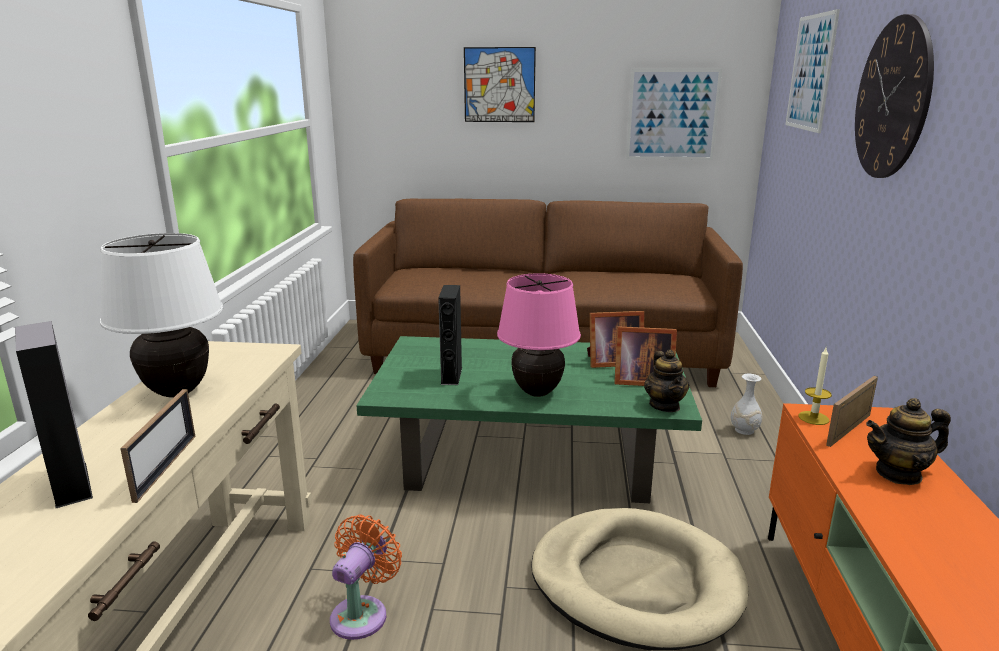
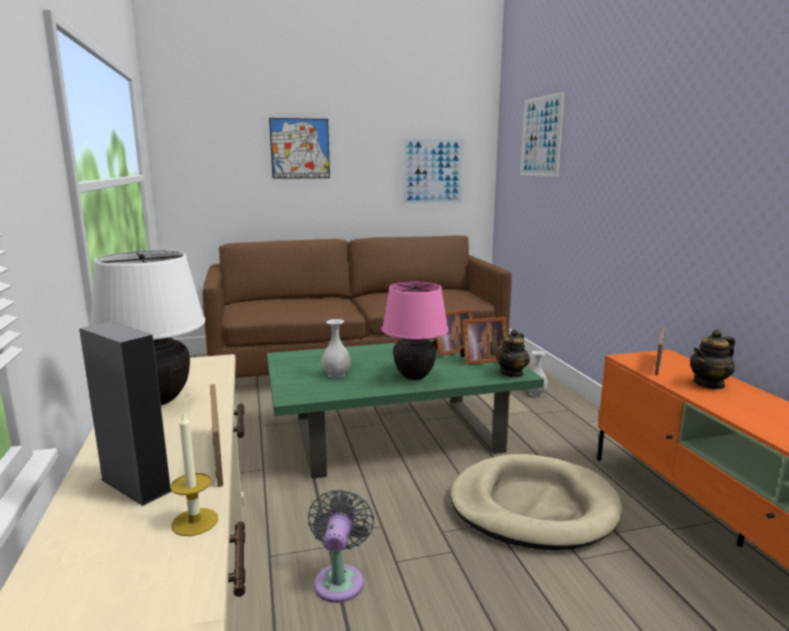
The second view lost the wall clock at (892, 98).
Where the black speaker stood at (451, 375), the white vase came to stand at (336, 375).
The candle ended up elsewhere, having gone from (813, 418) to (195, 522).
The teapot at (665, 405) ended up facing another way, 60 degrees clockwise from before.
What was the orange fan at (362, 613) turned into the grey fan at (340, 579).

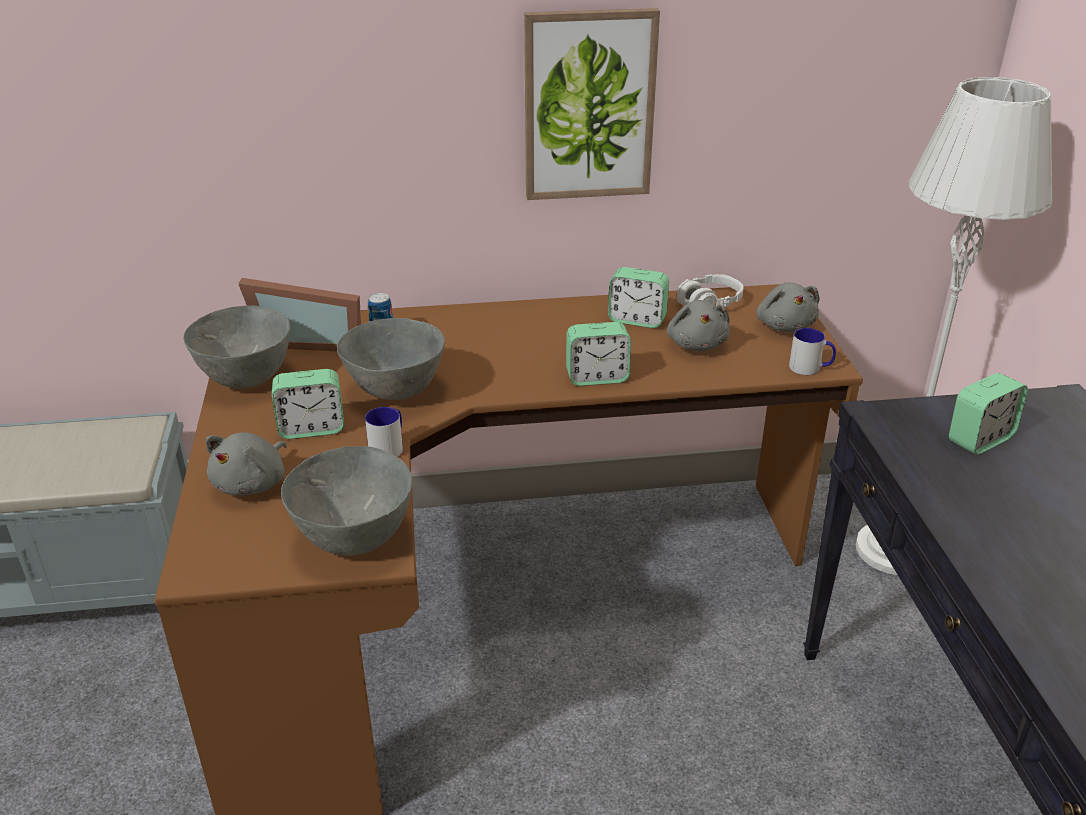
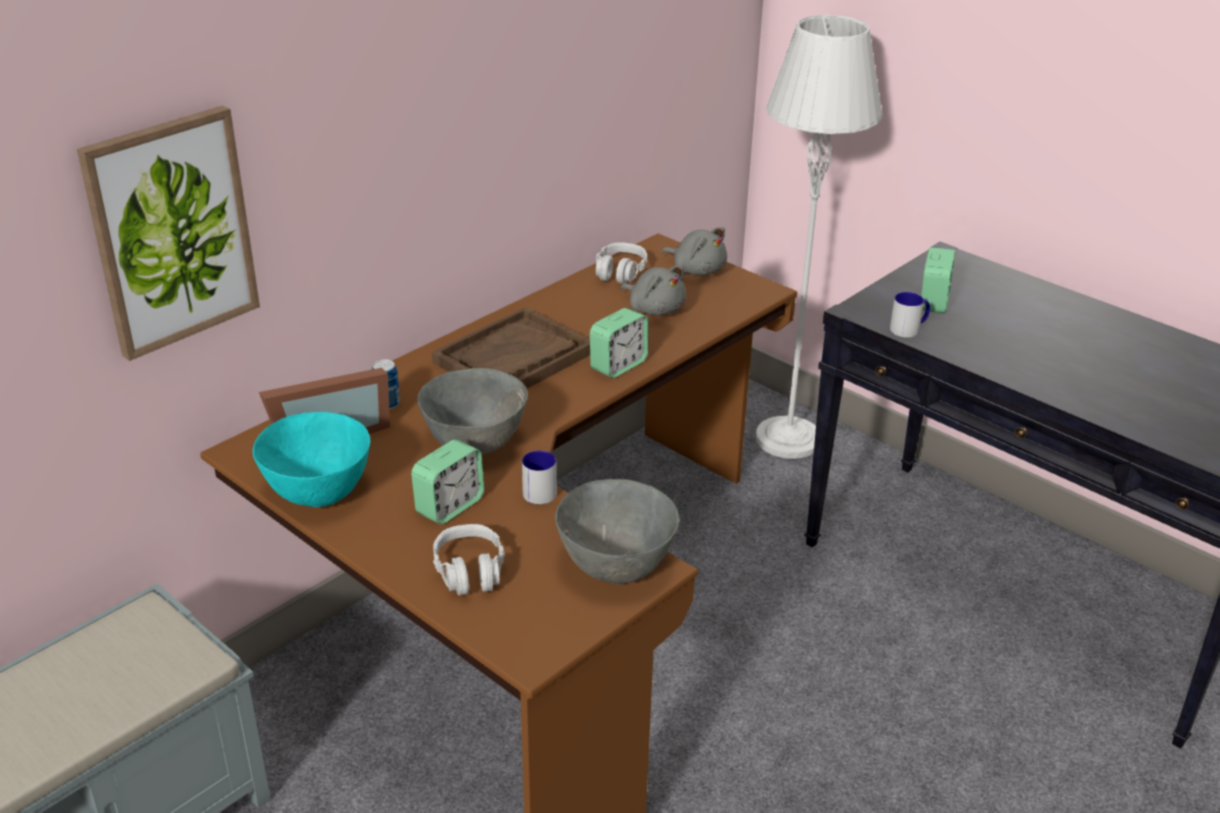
The picture ended up elsewhere, having gone from (588, 105) to (171, 232).
The second view lost the alarm clock at (637, 320).
What was the grey bowl at (247, 379) turned into the turquoise bowl at (320, 494).
The mug ended up elsewhere, having gone from (810, 368) to (909, 329).
Where the grey plush toy stood at (253, 483), the grey headphones came to stand at (470, 571).
The second view gained the brown tray at (514, 358).

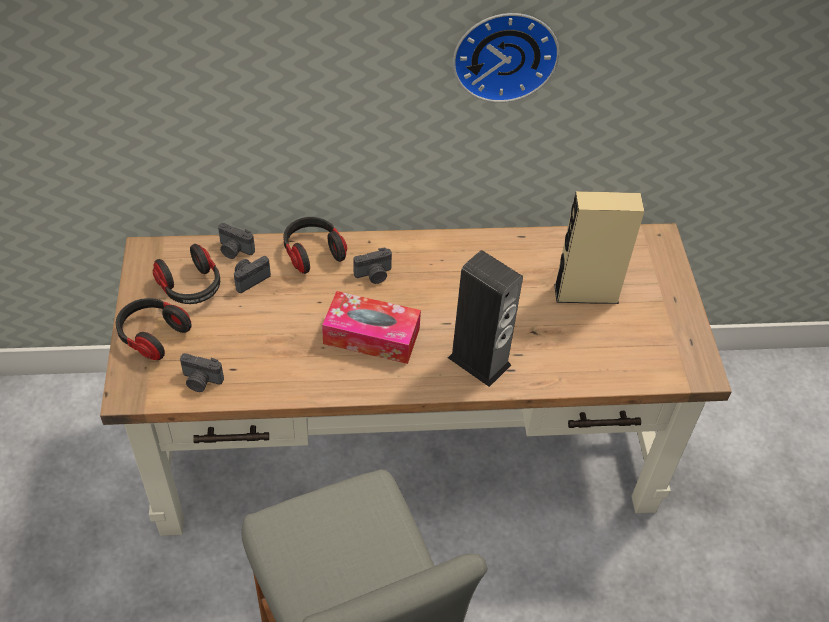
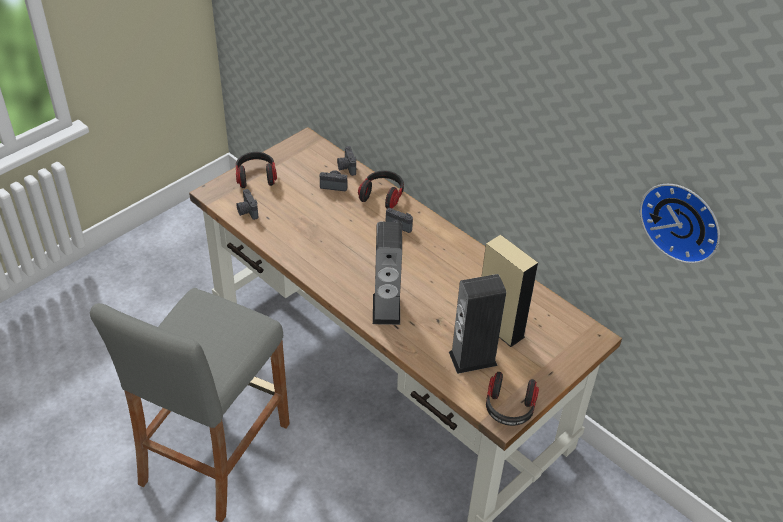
The wall clock ended up elsewhere, having gone from (504, 53) to (683, 220).
The headphones ended up elsewhere, having gone from (191, 287) to (509, 408).
The second view lost the tissue box at (371, 336).
The second view gained the speaker at (472, 358).

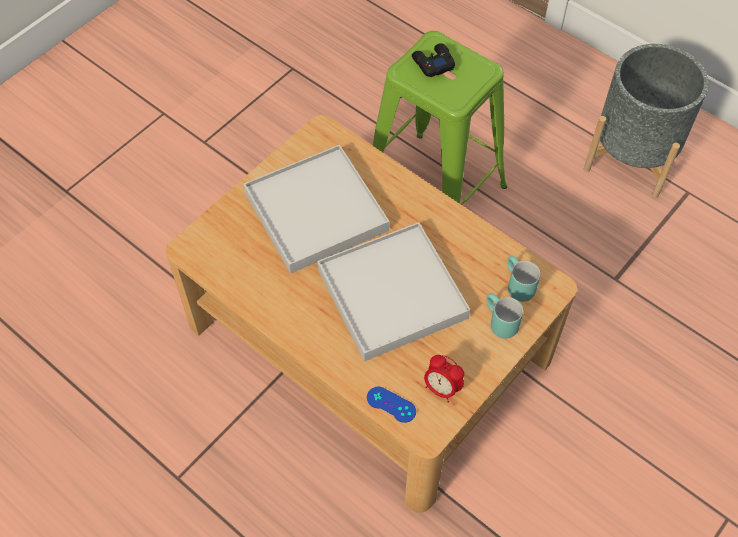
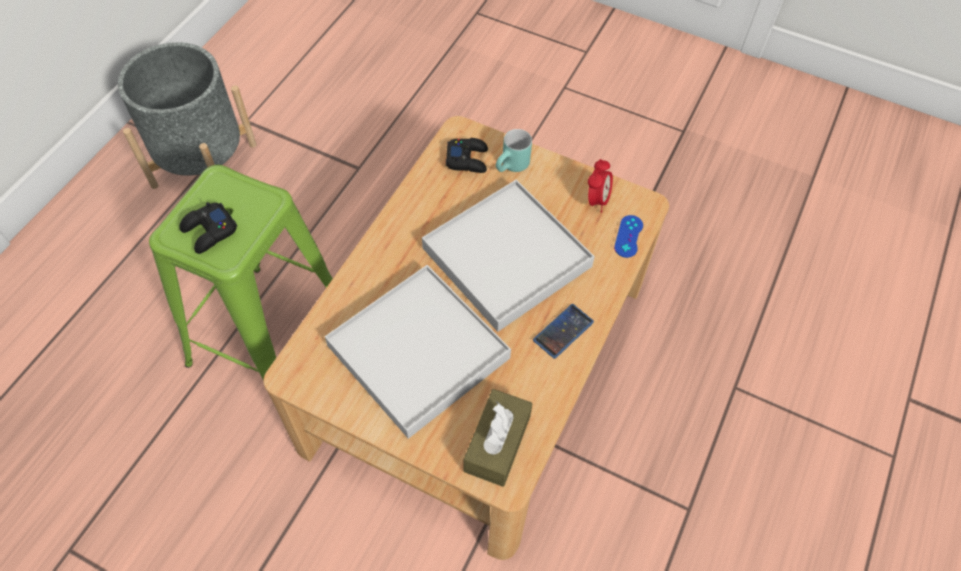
Where the turquoise mug stood at (516, 286), the black game controller came to stand at (467, 159).
The second view gained the phone at (563, 331).
The second view gained the brown tissue box at (497, 443).

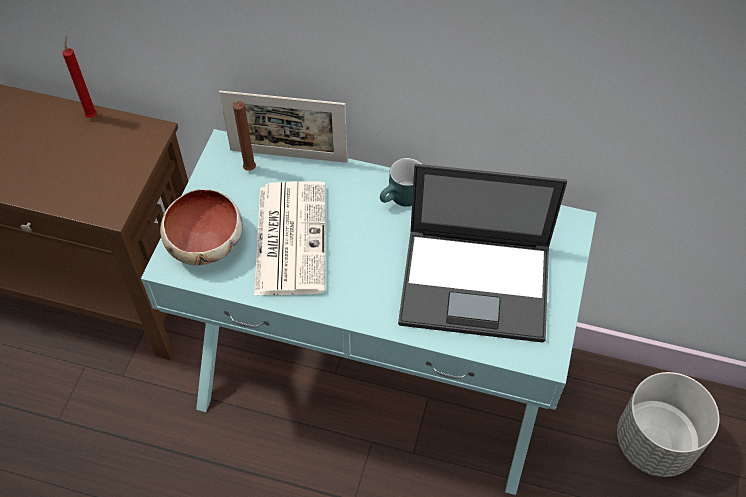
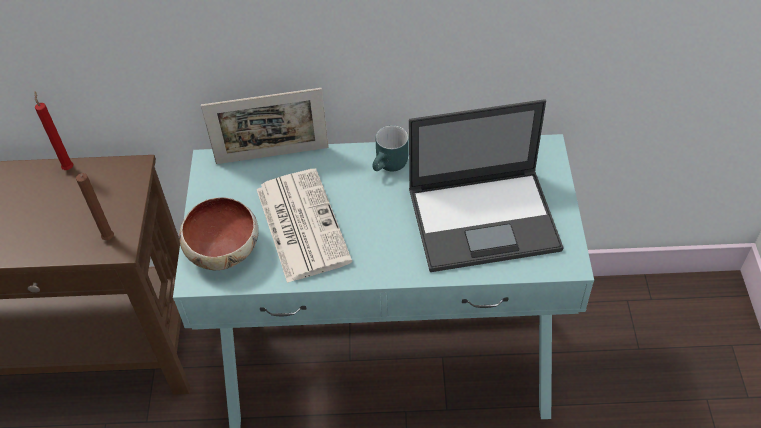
The brown candle ended up elsewhere, having gone from (250, 170) to (109, 240).
The second view lost the grey planter at (655, 443).

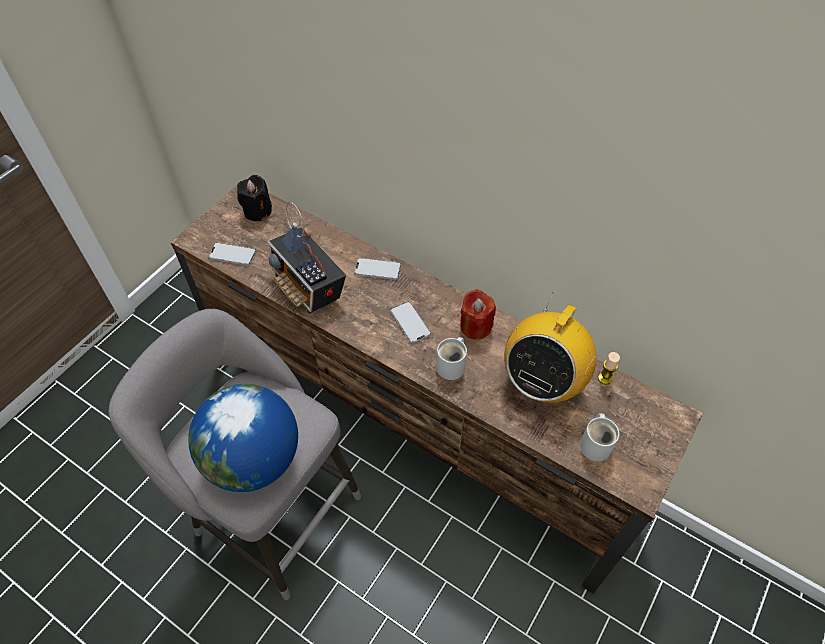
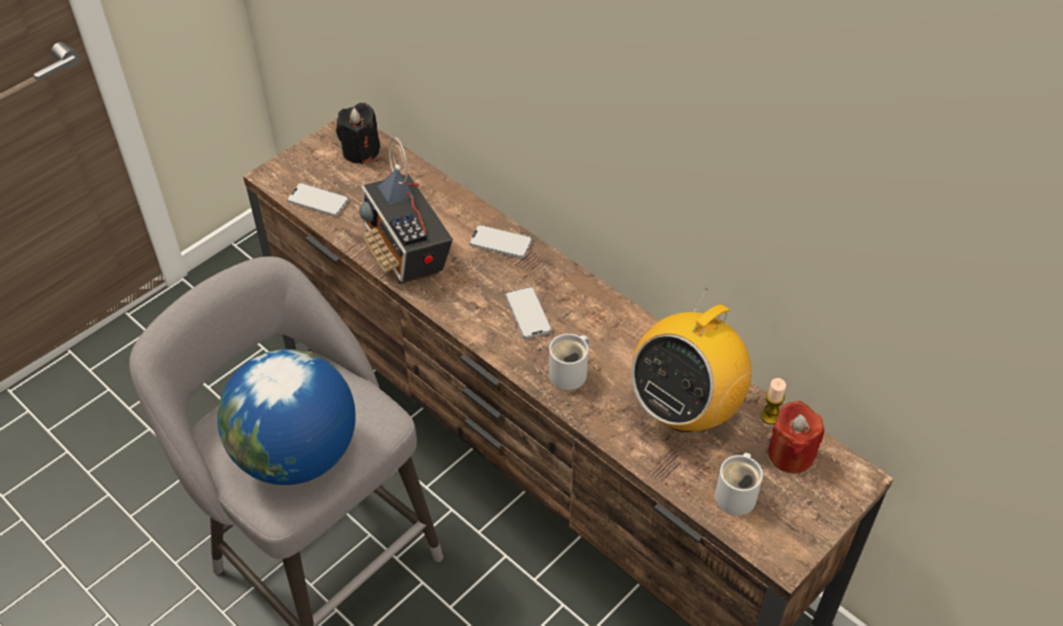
The red candle ended up elsewhere, having gone from (475, 326) to (790, 454).

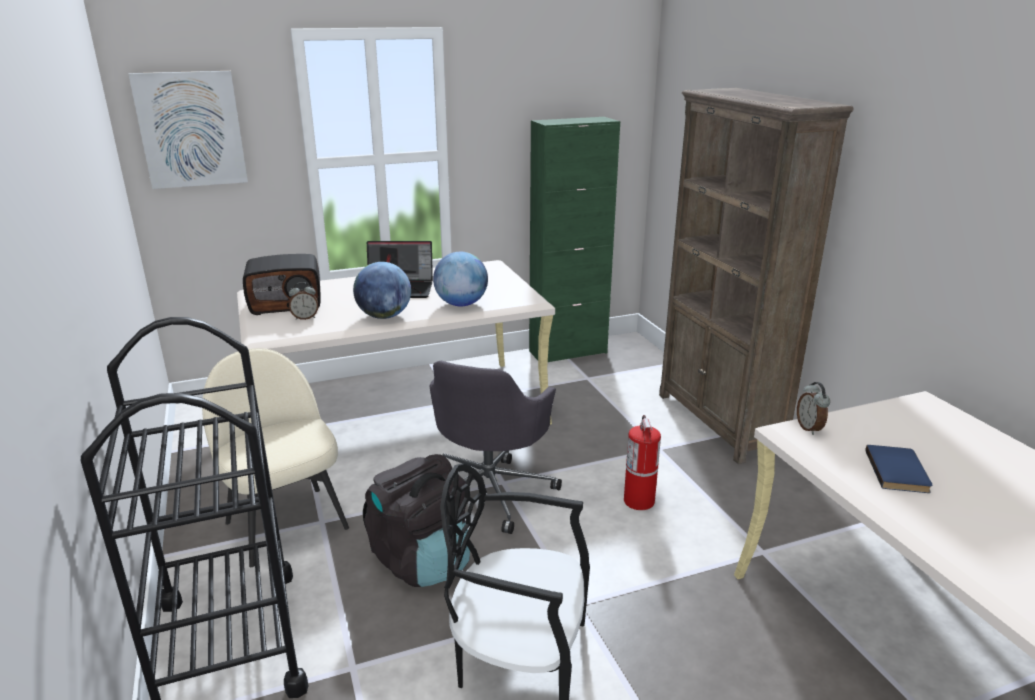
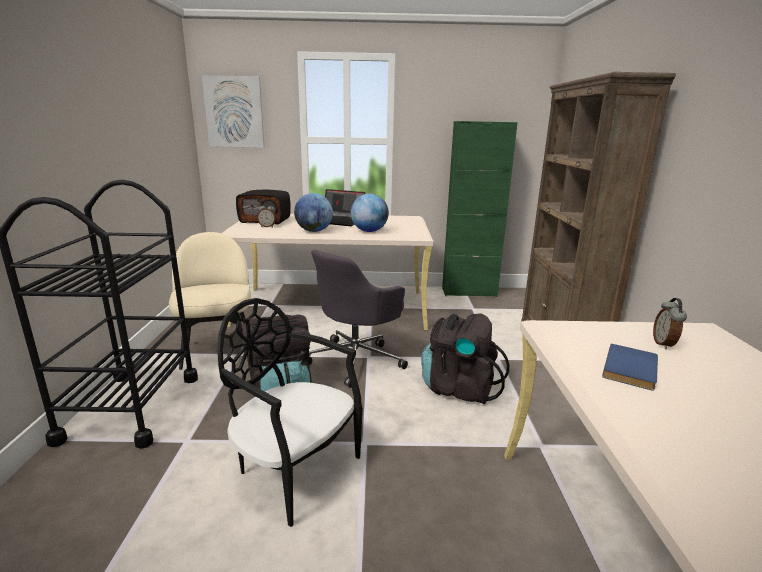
The alarm clock ended up elsewhere, having gone from (809, 428) to (664, 344).
Where the fire extinguisher stood at (639, 501), the black backpack came to stand at (459, 388).

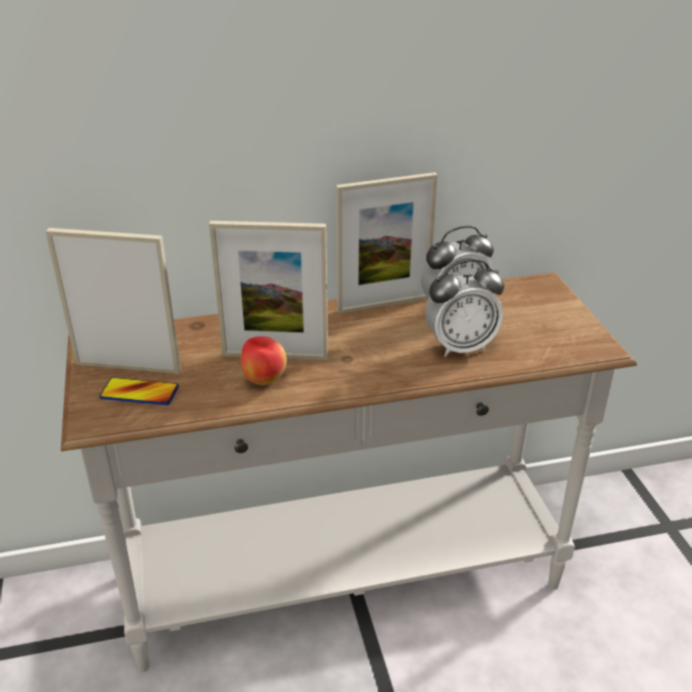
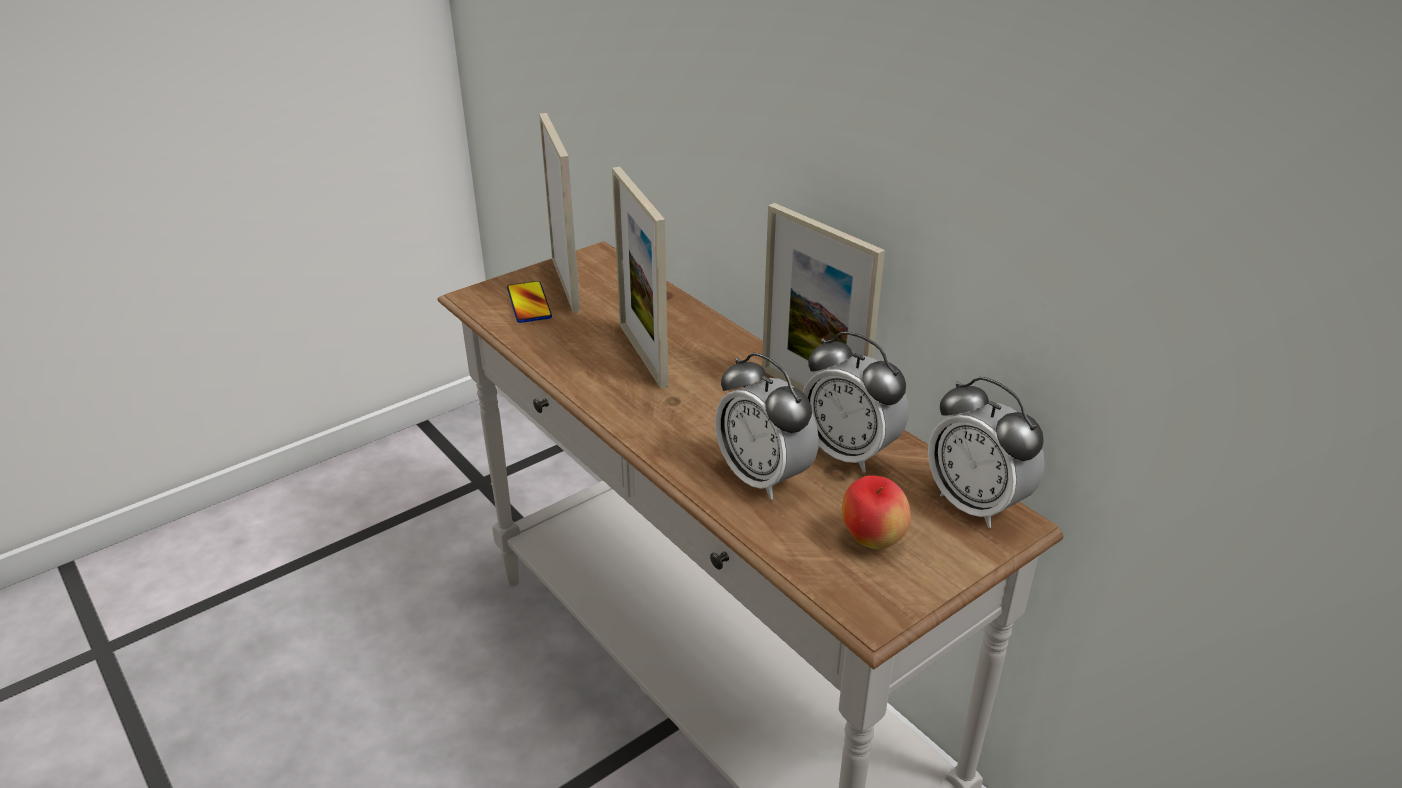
The apple ended up elsewhere, having gone from (264, 380) to (872, 540).
The second view gained the alarm clock at (976, 504).

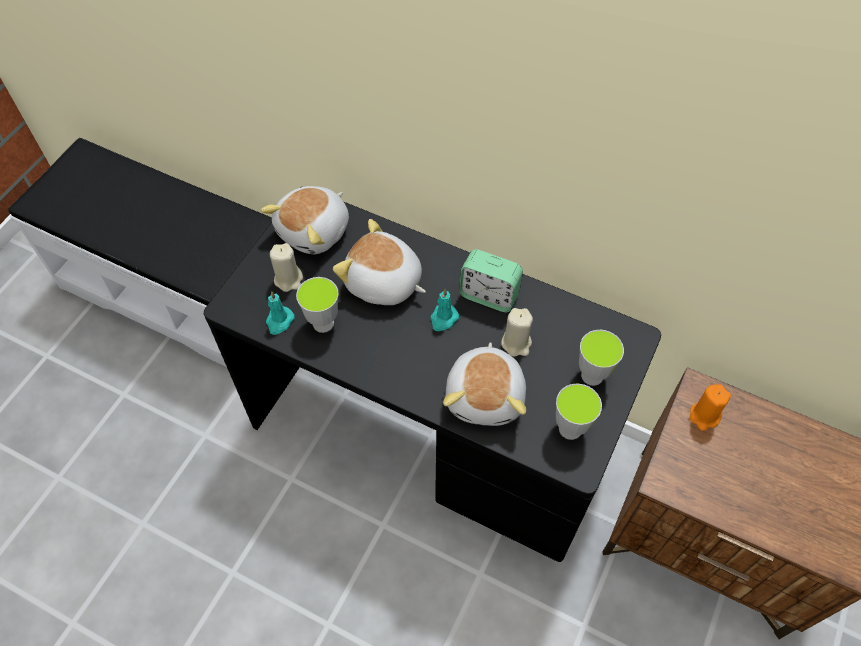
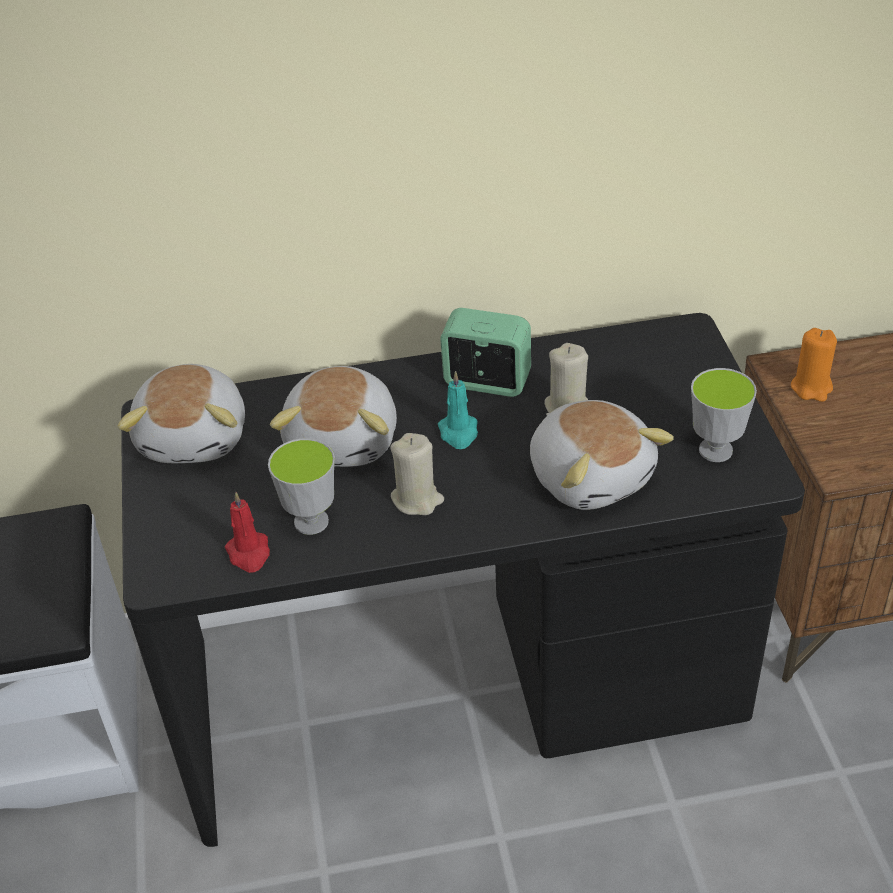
The plush toy at (383, 283) ended up facing another way, 75 degrees counterclockwise from before.
The beige candle ended up elsewhere, having gone from (288, 279) to (417, 499).
The alarm clock at (489, 295) ended up facing another way, 150 degrees counterclockwise from before.
What was the turquoise candle at (279, 321) turned into the red candle at (249, 553).
The second view lost the cup at (592, 375).

